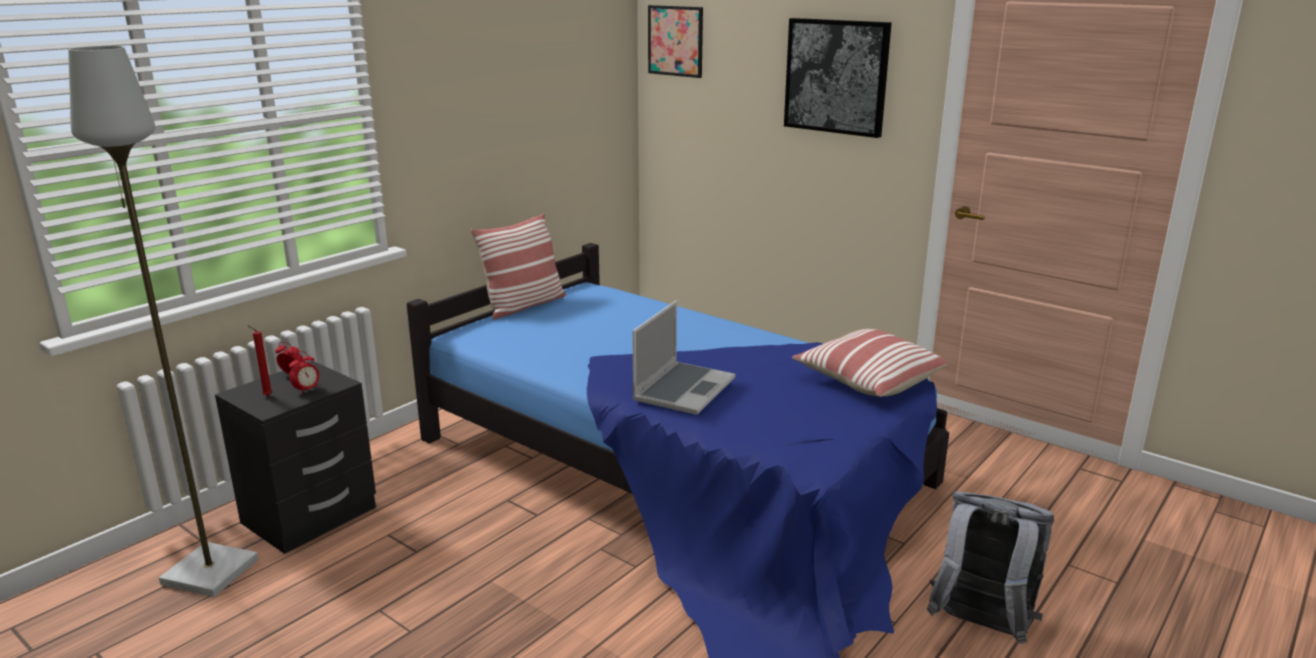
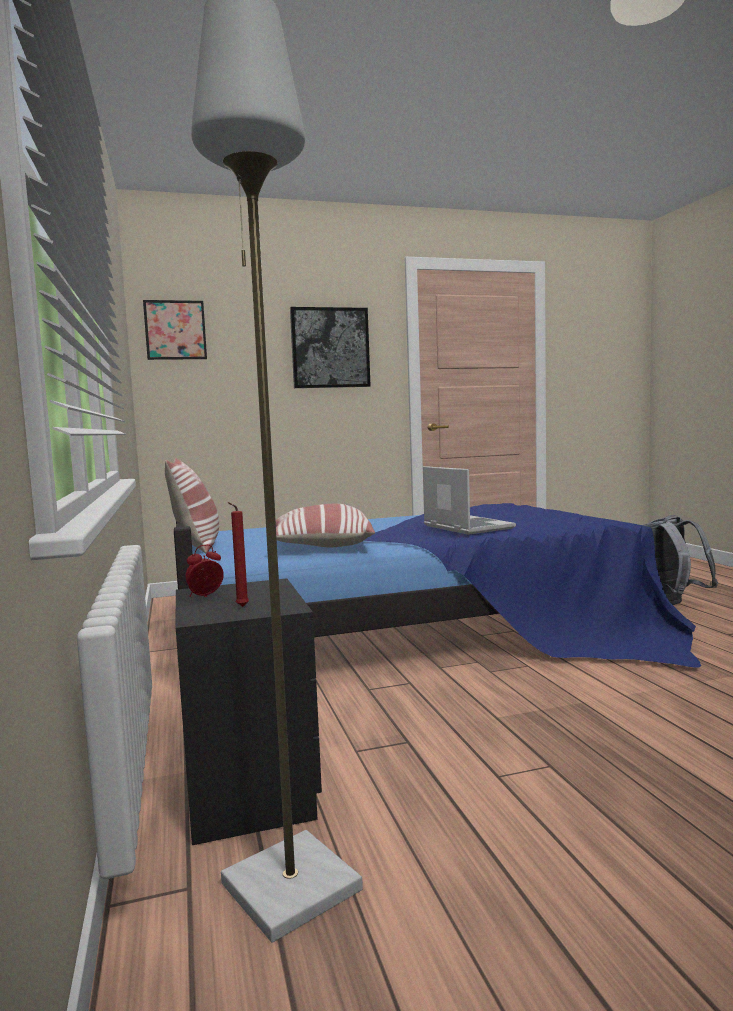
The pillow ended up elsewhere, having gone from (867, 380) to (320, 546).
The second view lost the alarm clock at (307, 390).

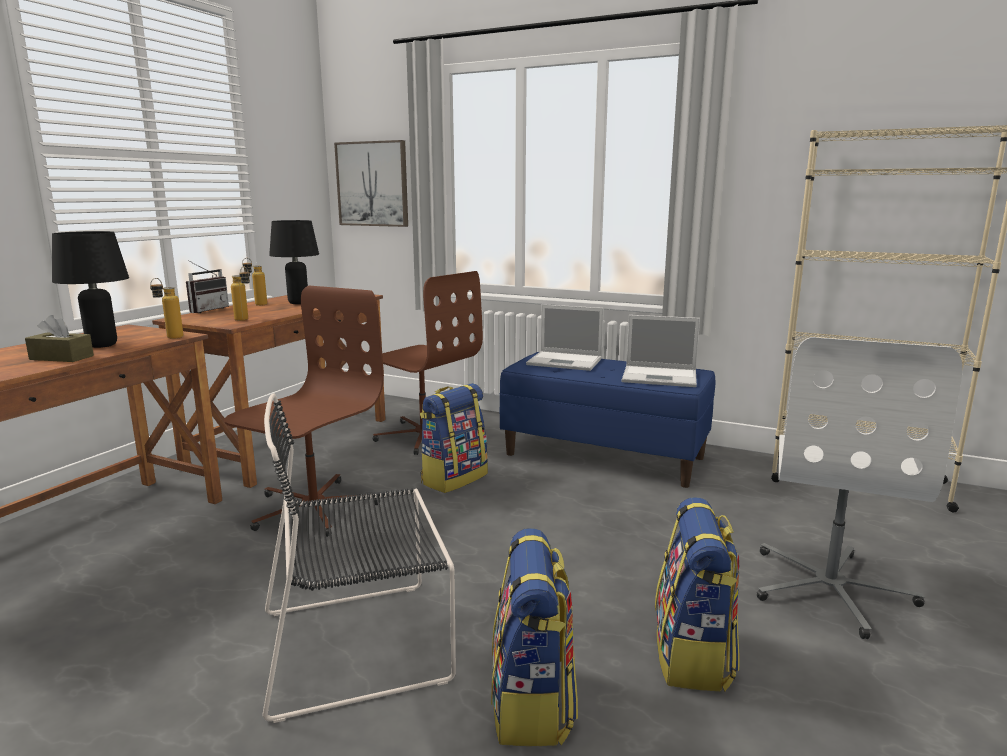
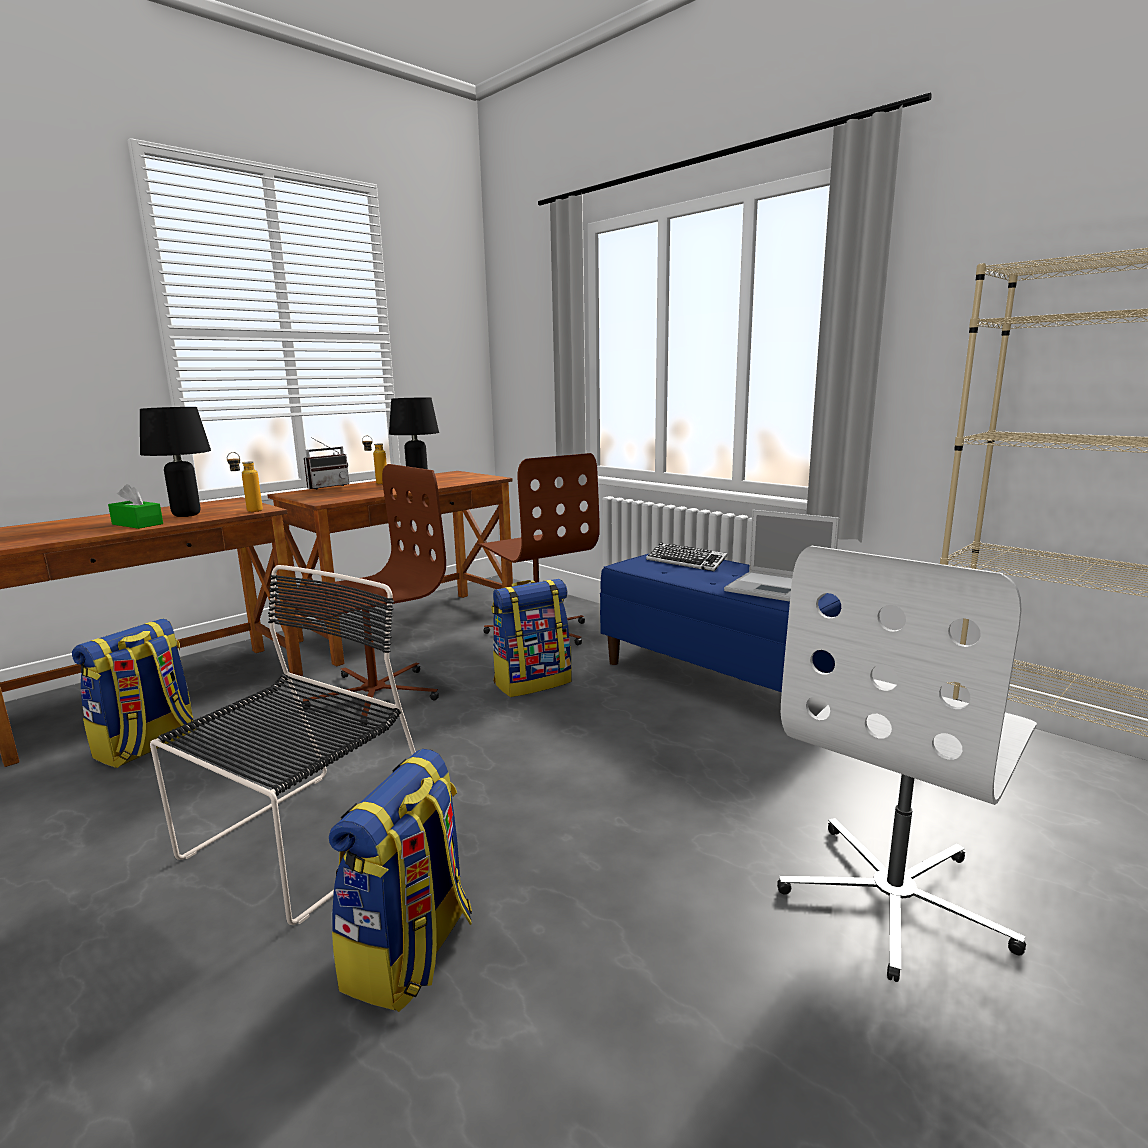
The second view lost the picture at (372, 184).
The second view lost the bottle at (245, 320).
Where the laptop stood at (566, 361), the keyboard came to stand at (686, 562).
What was the brown tissue box at (61, 357) turned into the green tissue box at (137, 524).
The black chair at (362, 643) ended up facing another way, 120 degrees clockwise from before.
The backpack ended up elsewhere, having gone from (693, 656) to (147, 746).

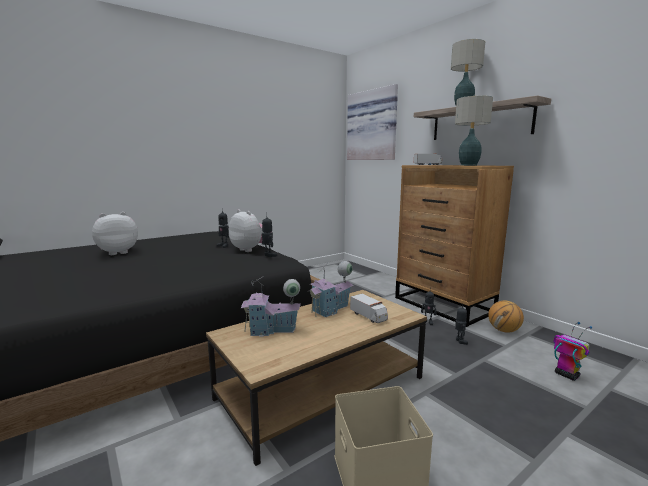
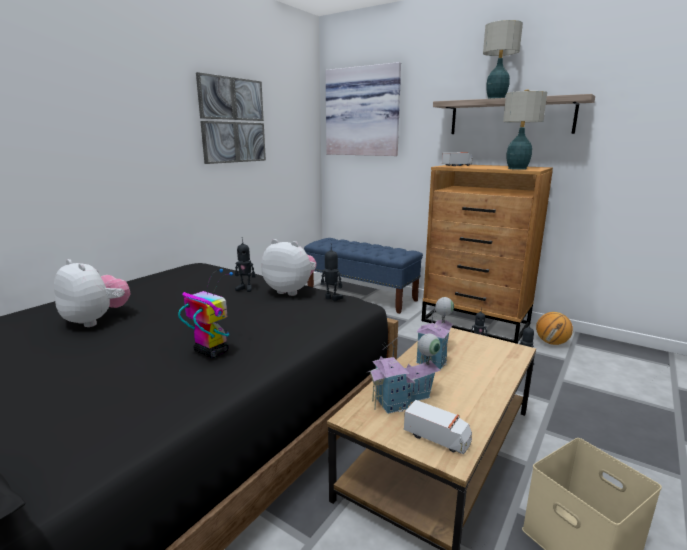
The plush toy at (117, 252) ended up facing another way, 90 degrees clockwise from before.
The toy truck ended up elsewhere, having gone from (368, 316) to (437, 438).
The toy robot ended up elsewhere, having gone from (566, 375) to (210, 351).
The second view gained the picture at (232, 120).
The second view gained the blue bench at (361, 295).

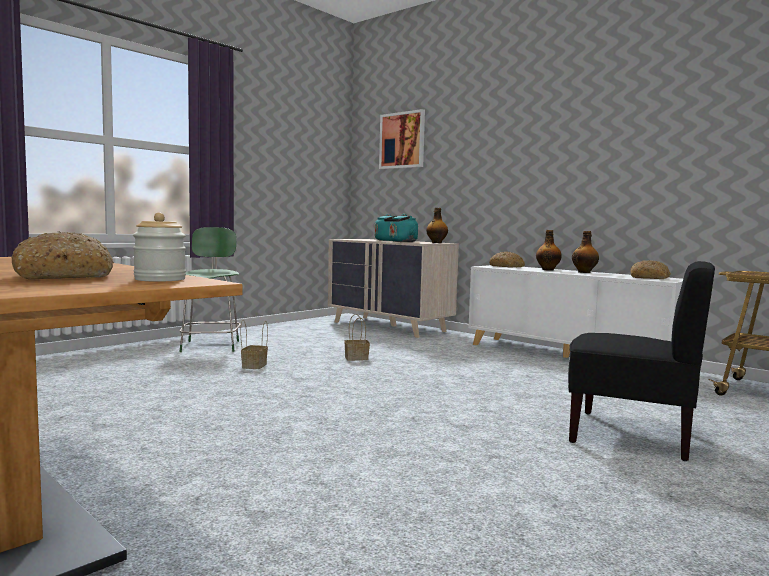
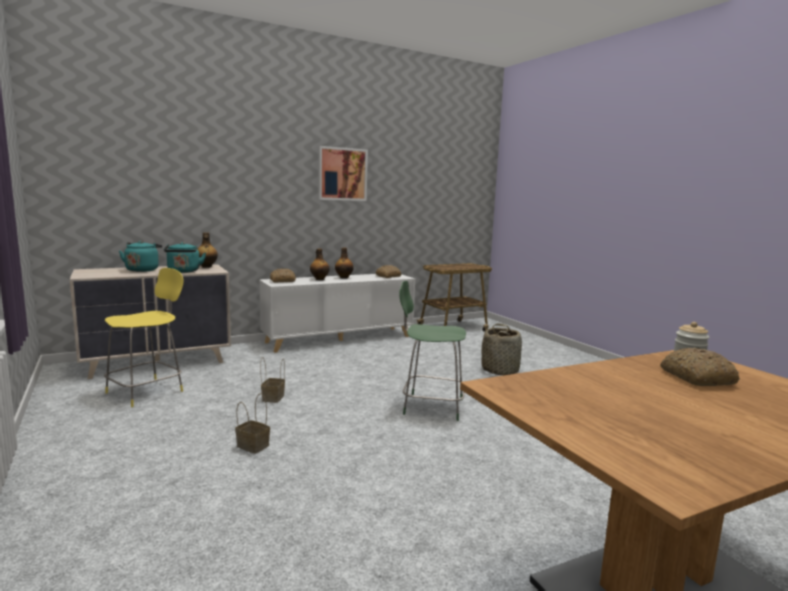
The picture ended up elsewhere, having gone from (402, 140) to (342, 174).
The green chair ended up elsewhere, having gone from (211, 345) to (430, 406).
Where the black chair stood at (631, 436), the basket came to stand at (500, 370).
The second view gained the yellow chair at (147, 391).

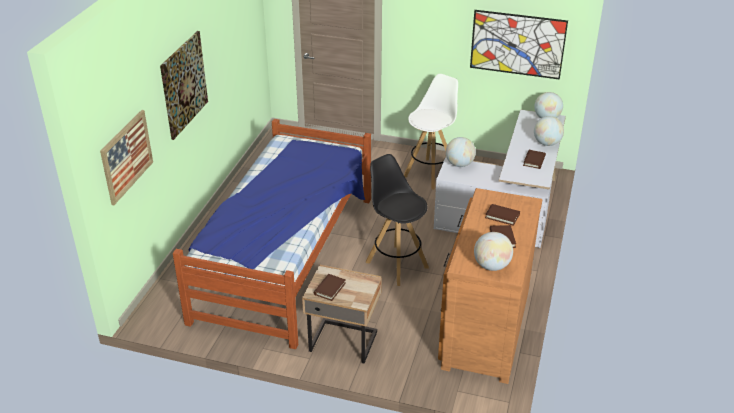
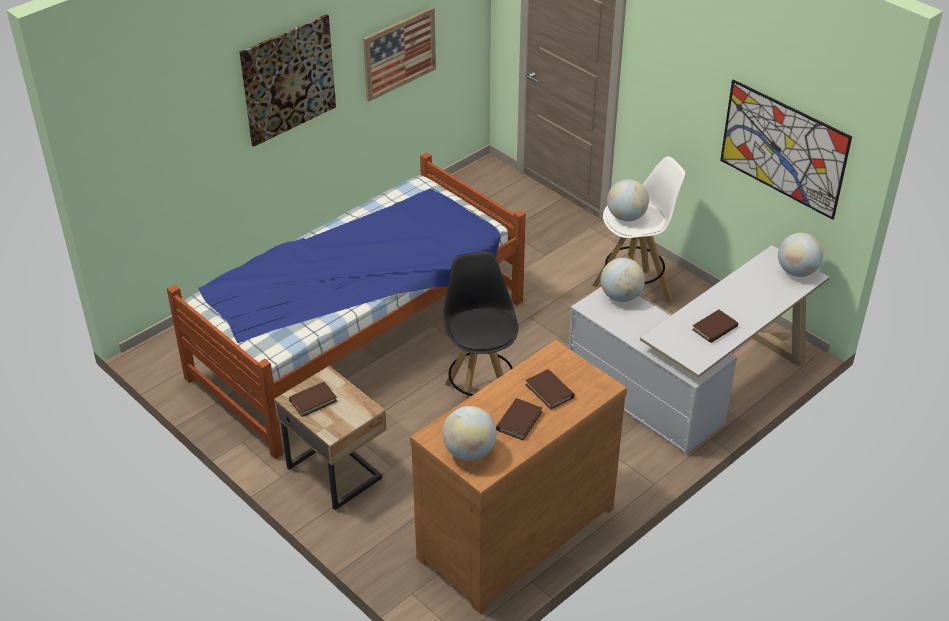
The picture ended up elsewhere, having gone from (126, 156) to (399, 53).
The globe ended up elsewhere, having gone from (547, 143) to (626, 217).

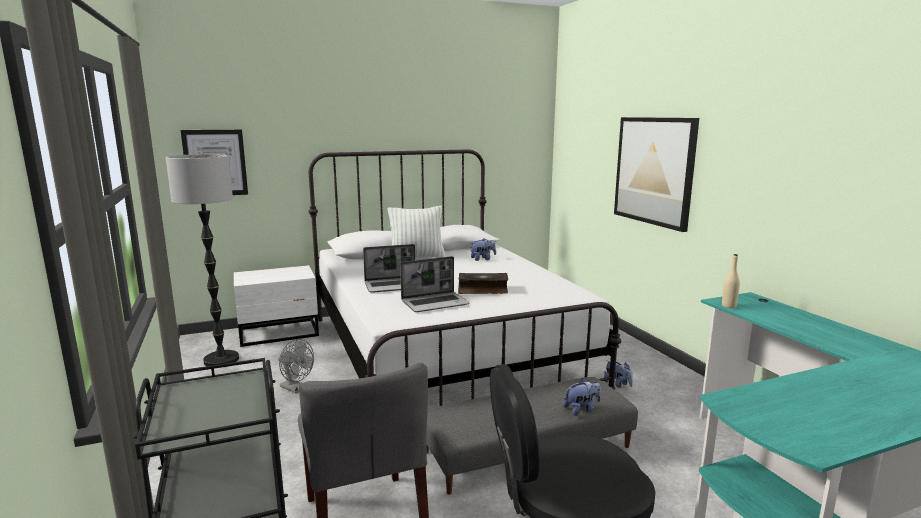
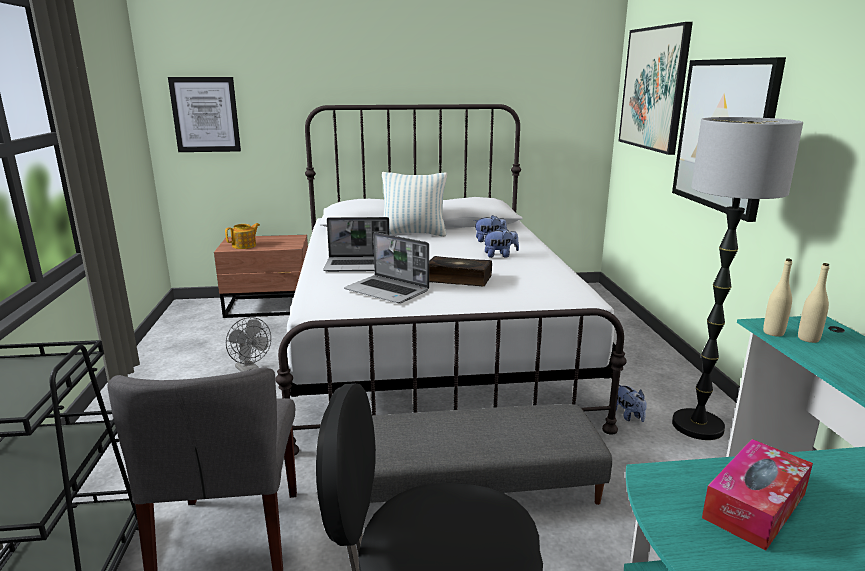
The floor lamp ended up elsewhere, having gone from (221, 360) to (698, 426).
The laptop at (435, 303) ended up facing another way, 45 degrees clockwise from before.
What was the white nightstand at (280, 333) turned into the brown nightstand at (270, 307).
The plush toy ended up elsewhere, having gone from (581, 409) to (500, 255).
The second view gained the picture at (654, 88).
The second view gained the teapot at (245, 246).
The second view gained the beige bottle at (808, 339).
The second view gained the tissue box at (754, 505).

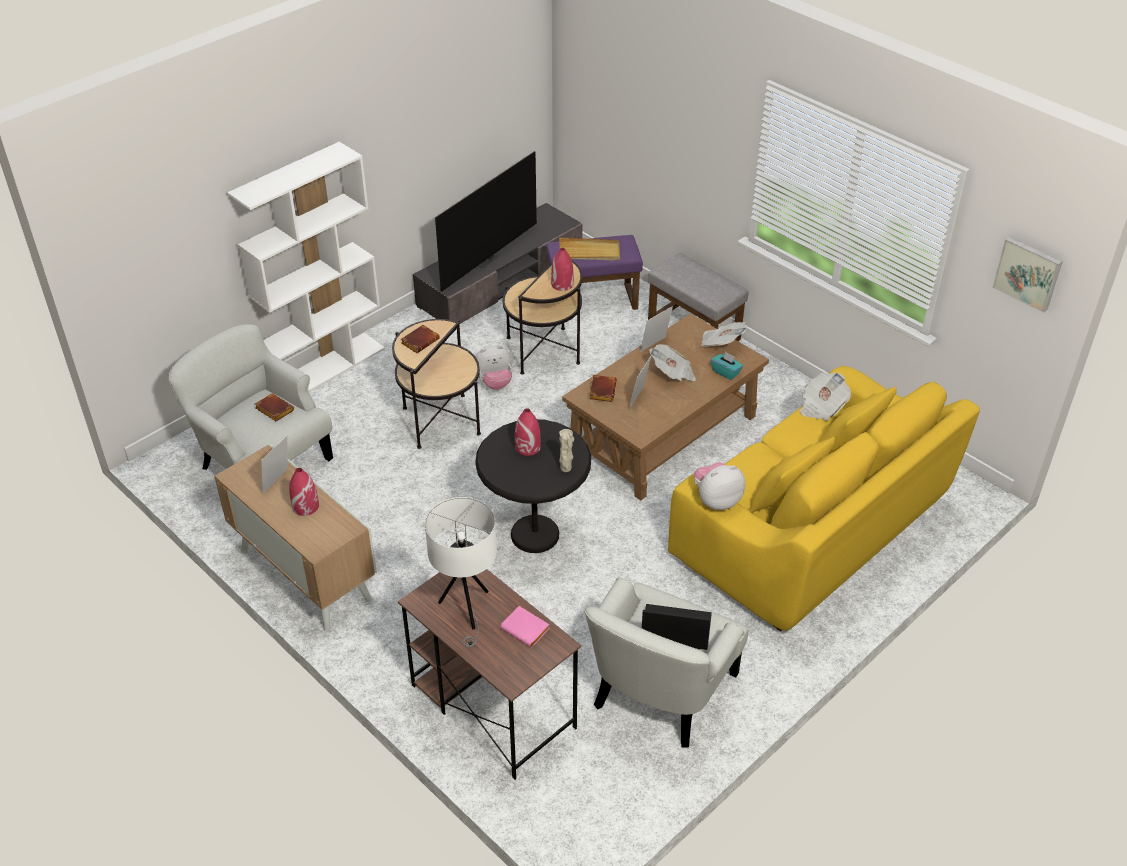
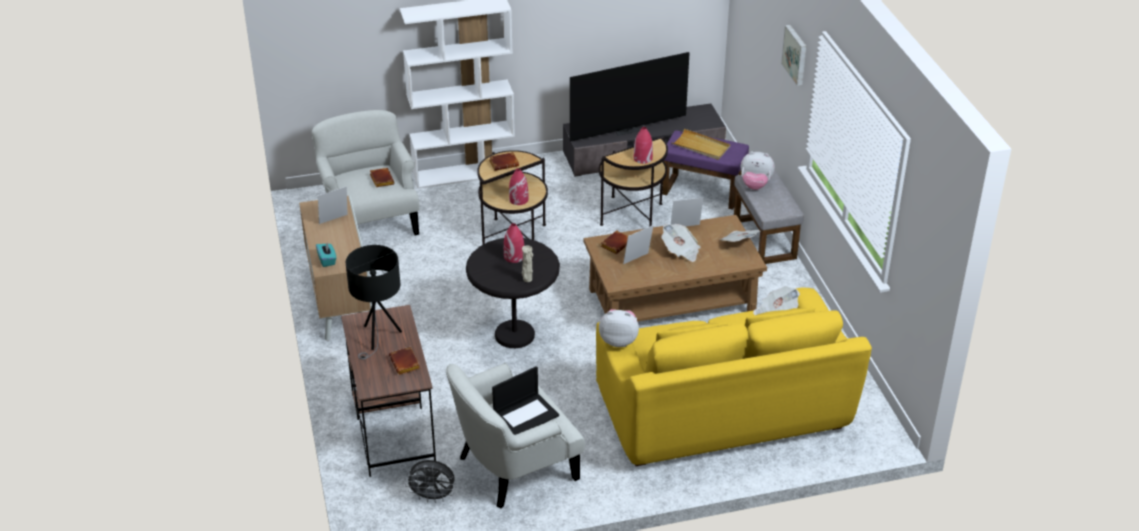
The picture ended up elsewhere, having gone from (1028, 273) to (796, 54).
The plush toy ended up elsewhere, having gone from (494, 383) to (755, 185).
The turquoise tissue box ended up elsewhere, having gone from (726, 372) to (327, 260).
The red vase ended up elsewhere, having gone from (305, 506) to (518, 199).
What was the white table lamp at (466, 611) turned into the black table lamp at (378, 338).
The laptop at (675, 629) ended up facing another way, 105 degrees clockwise from before.
What was the pink book at (526, 629) turned into the brown book at (406, 363).
The second view gained the grey fan at (433, 497).

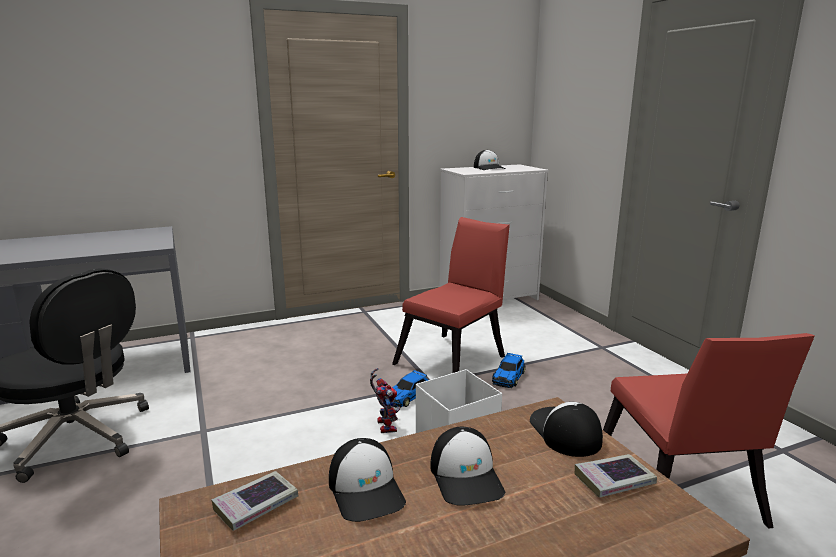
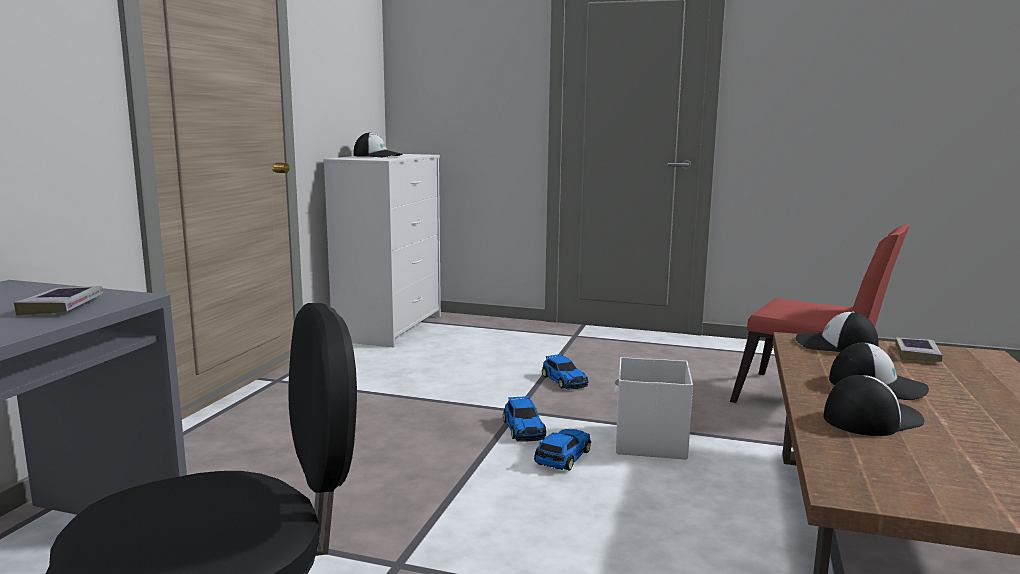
The second view lost the red chair at (455, 358).
Where the toy robot stood at (384, 424), the toy car came to stand at (562, 457).
The cap at (366, 490) ended up facing another way, 45 degrees counterclockwise from before.
The book ended up elsewhere, having gone from (256, 505) to (62, 306).

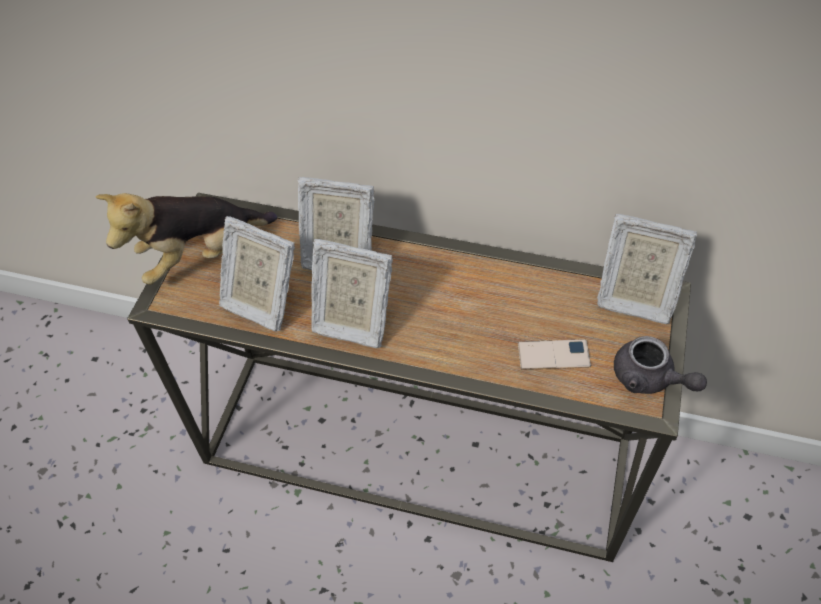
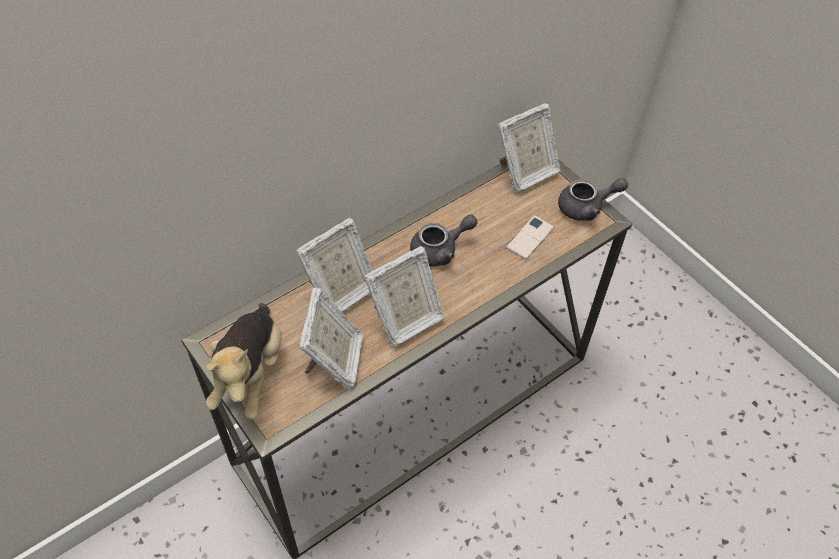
The picture frame at (261, 302) ended up facing another way, 60 degrees counterclockwise from before.
The second view gained the grey teapot at (440, 250).

